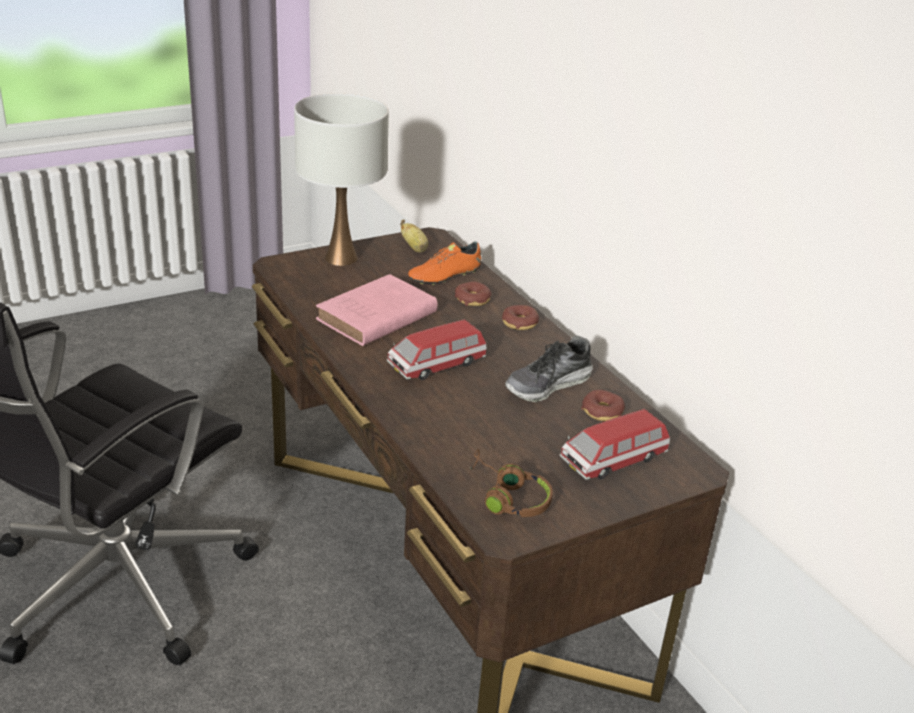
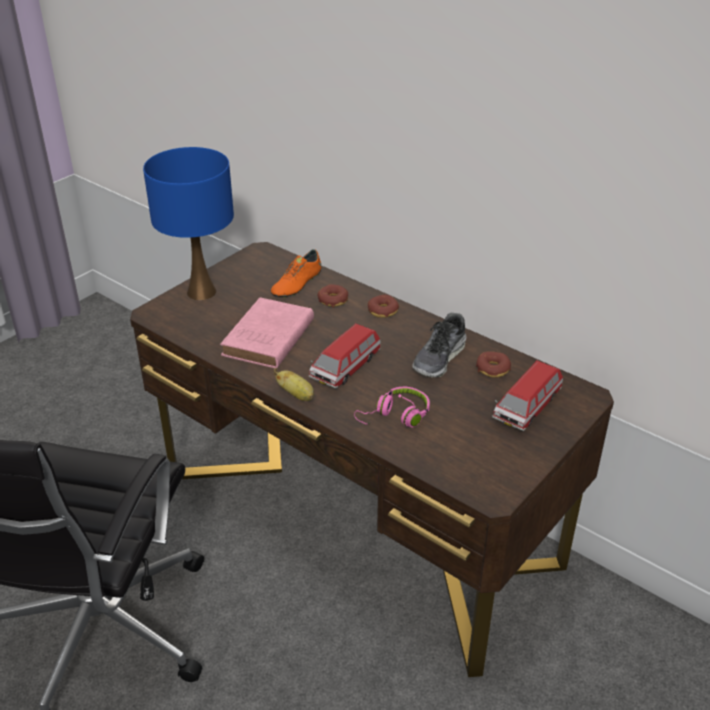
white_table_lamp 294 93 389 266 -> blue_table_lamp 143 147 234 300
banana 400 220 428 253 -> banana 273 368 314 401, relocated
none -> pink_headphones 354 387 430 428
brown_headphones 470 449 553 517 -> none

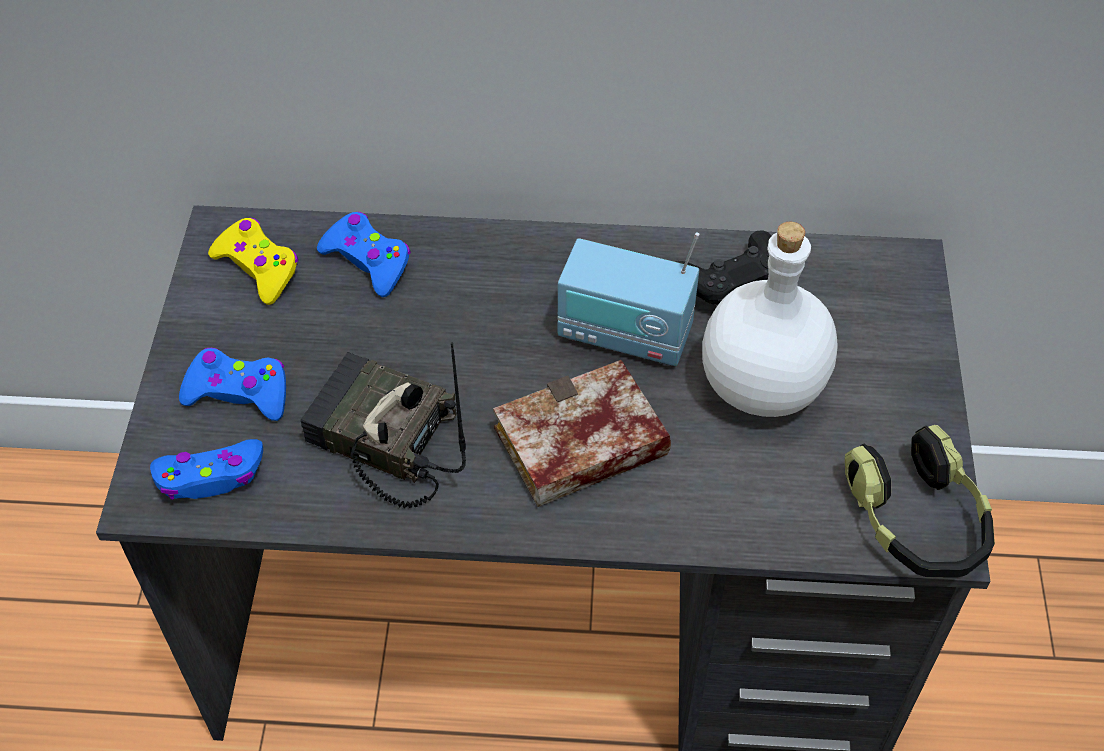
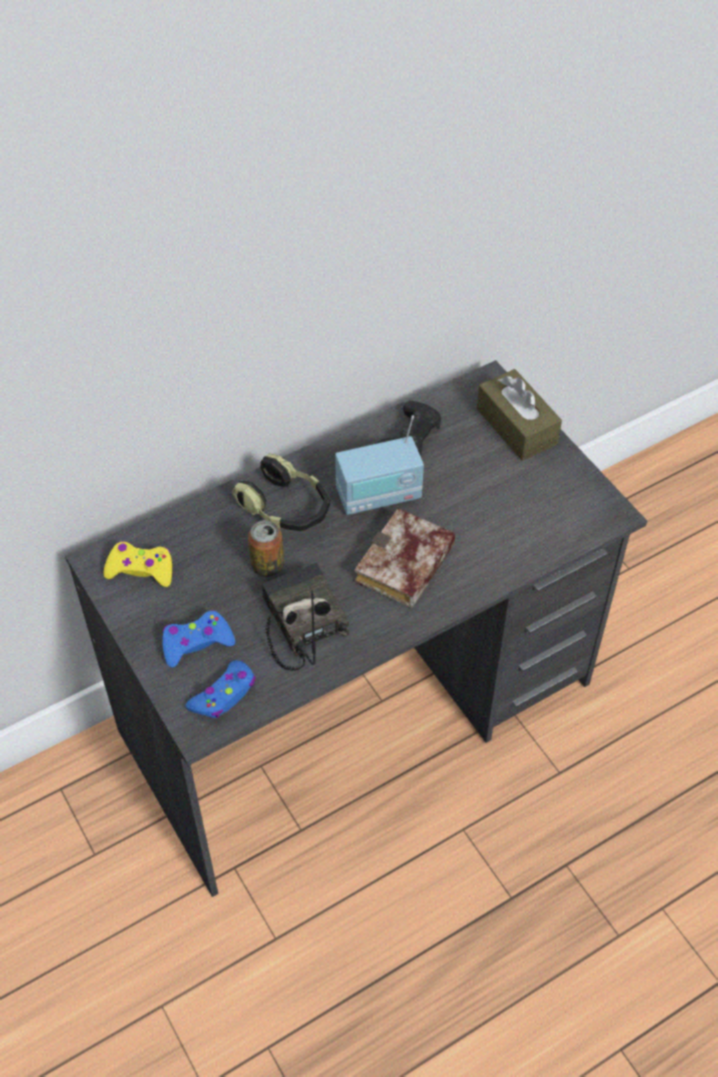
headphones 845 425 995 577 -> headphones 232 453 330 531, relocated
none -> can 248 520 284 577
radio 300 342 466 508 -> radio 262 563 349 671, 75 degrees clockwise
none -> brown_tissue_box 477 369 562 461
blue_game_controller 317 212 411 297 -> none
white_bottle 702 222 838 417 -> none

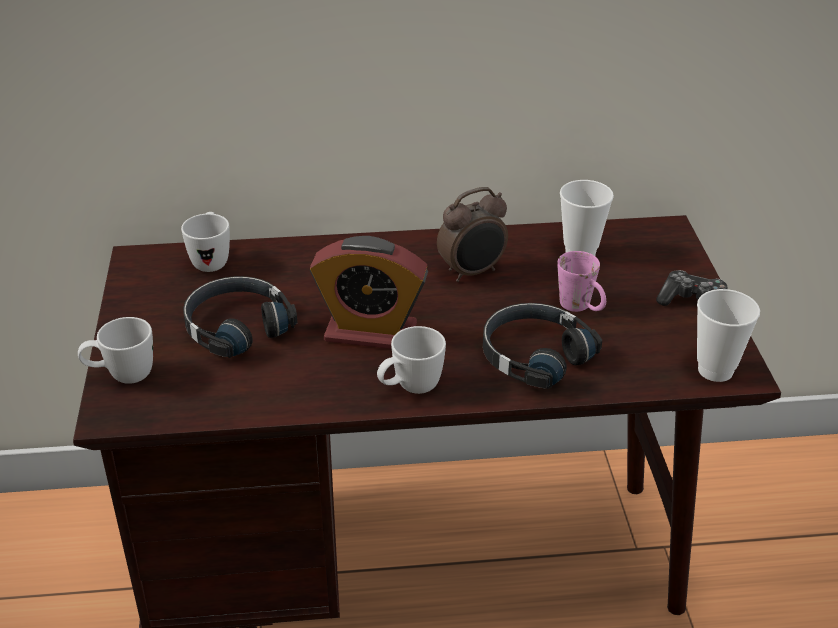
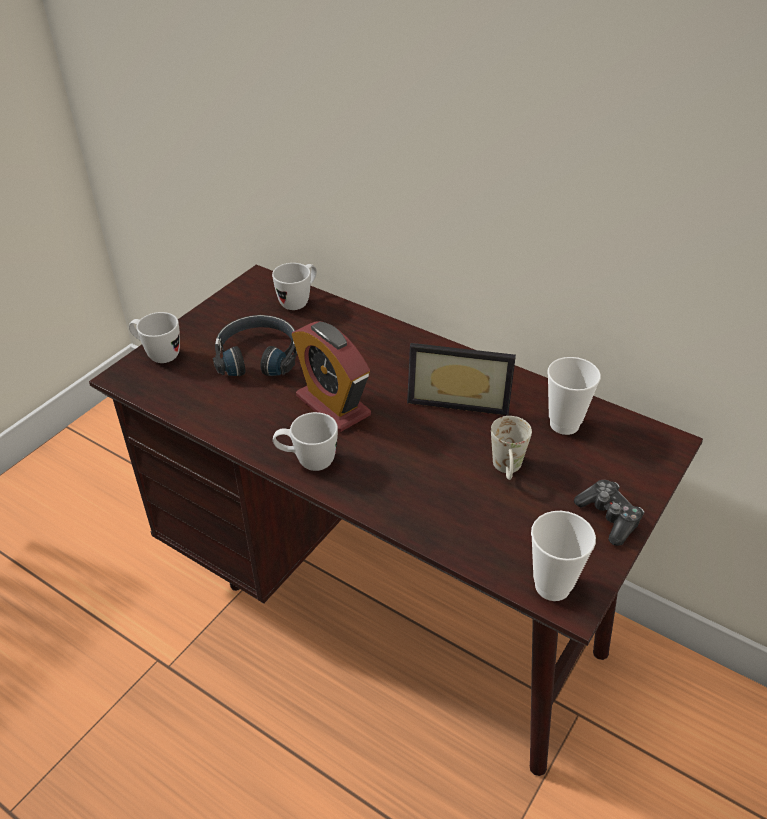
alarm_clock 437 187 508 282 -> picture_frame 407 343 516 416
pink_mug 557 251 606 312 -> white_mug 491 416 532 480
black_headphones 483 303 602 389 -> none

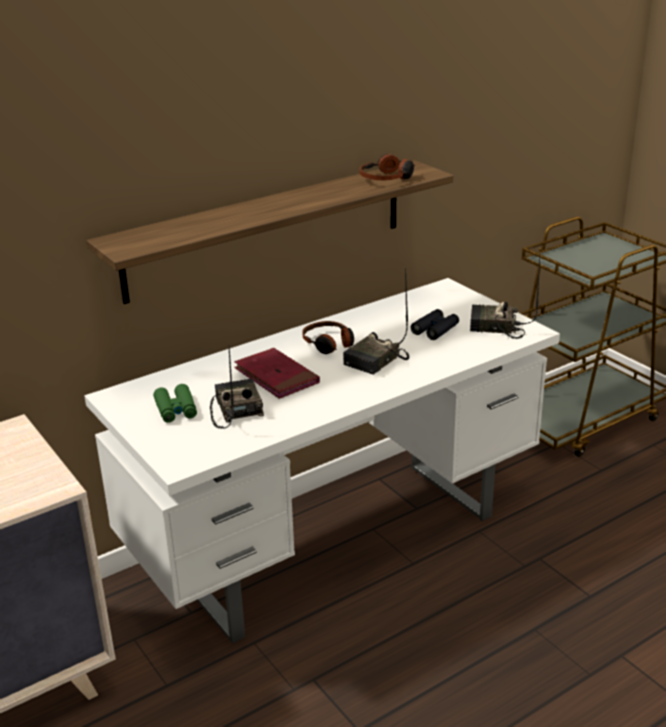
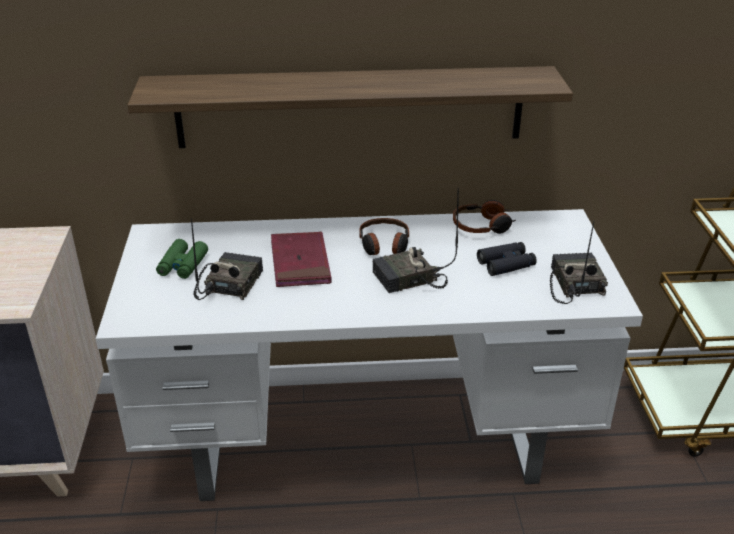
headphones 359 154 415 181 -> headphones 453 200 516 234, relocated
radio 470 254 540 339 -> radio 550 221 608 304, 45 degrees clockwise

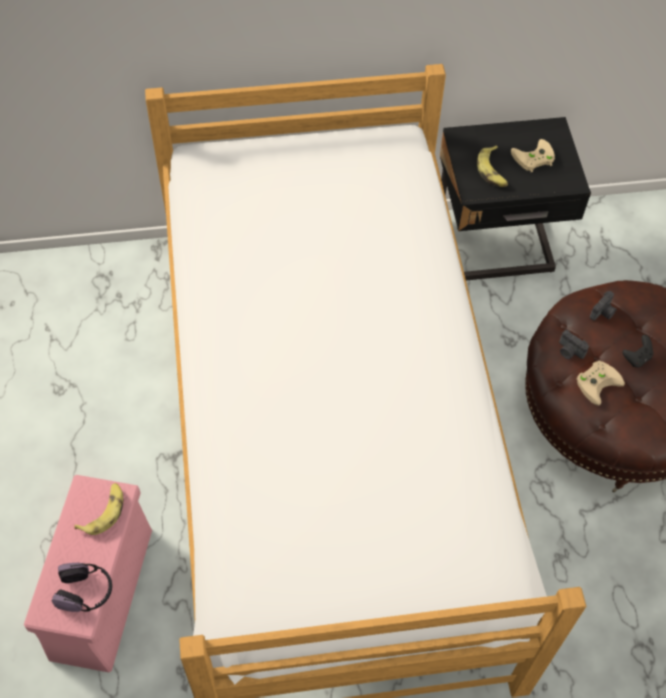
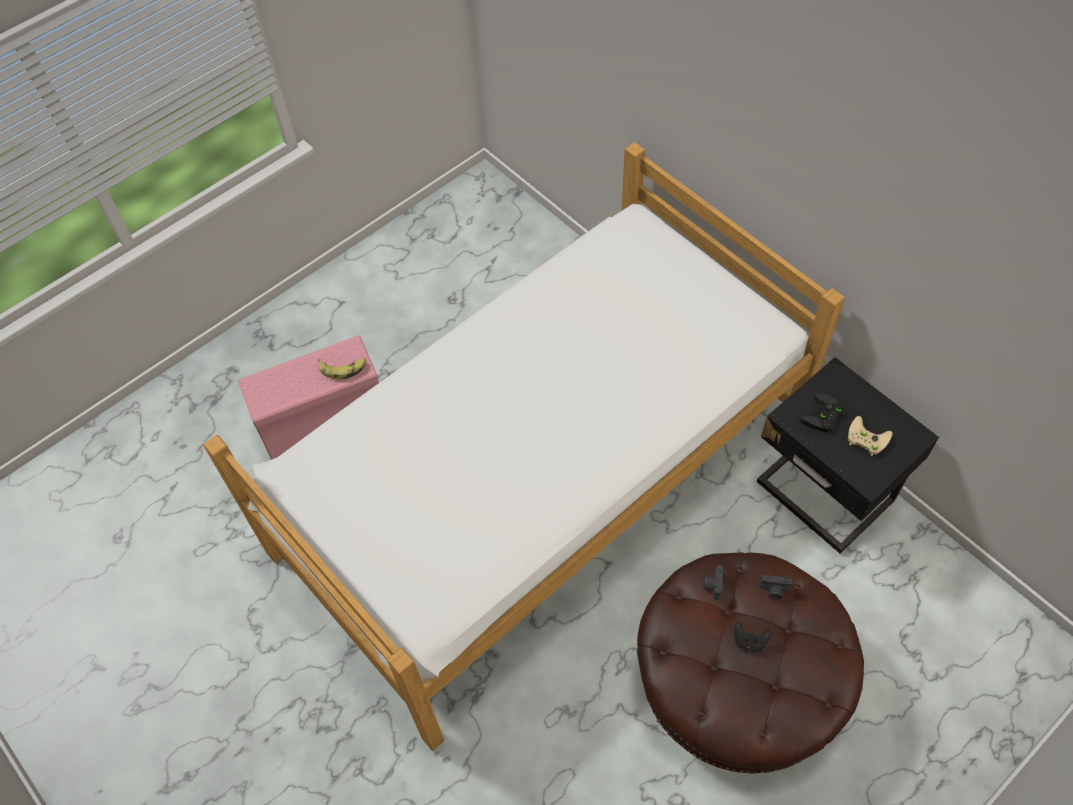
banana 477 146 508 187 -> black_game_controller 799 393 844 432
headphones 52 563 112 612 -> none
beige_game_controller 576 360 625 406 -> none

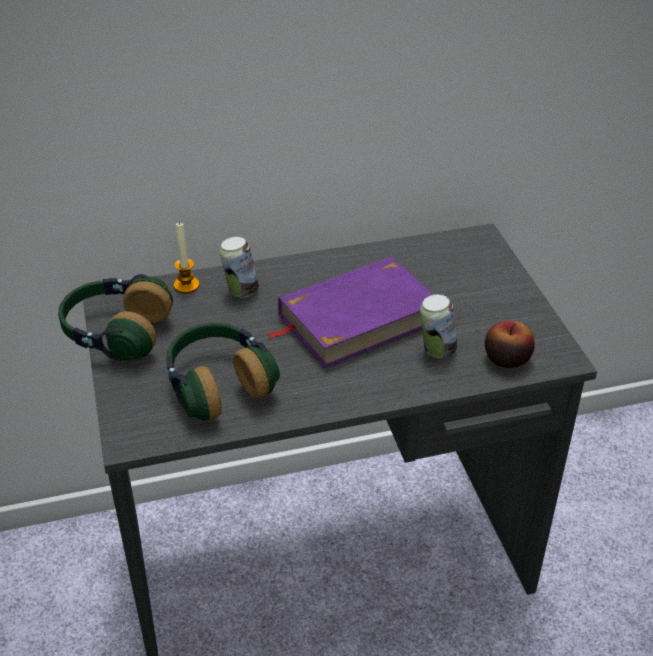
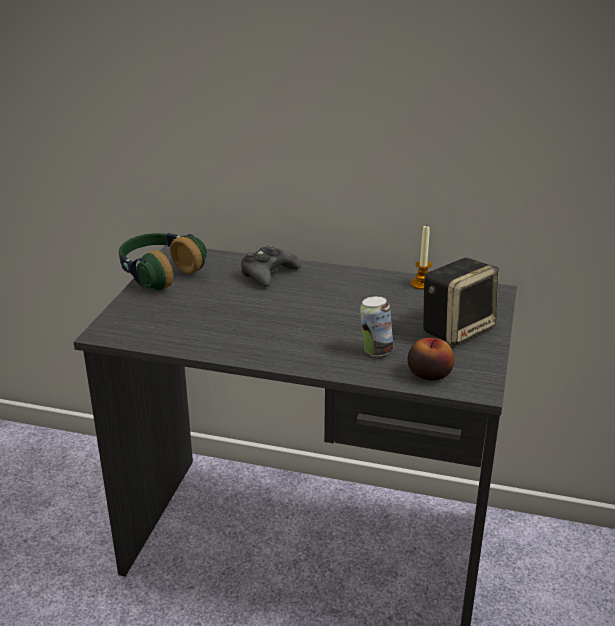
can 220 236 259 297 -> black_game_controller 241 246 301 287
candle 174 222 200 293 -> candle 411 224 432 290, relocated
none -> speaker 423 258 499 346
headphones 166 323 280 421 -> none
purple_book 267 257 434 368 -> none

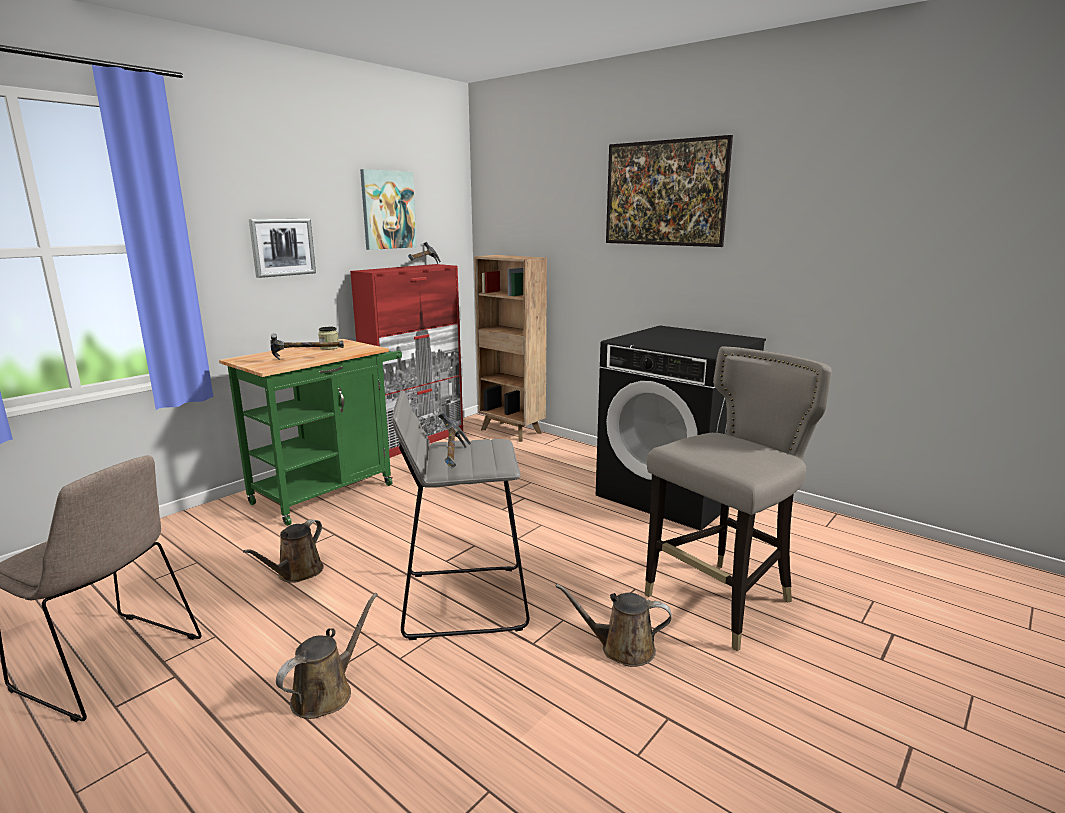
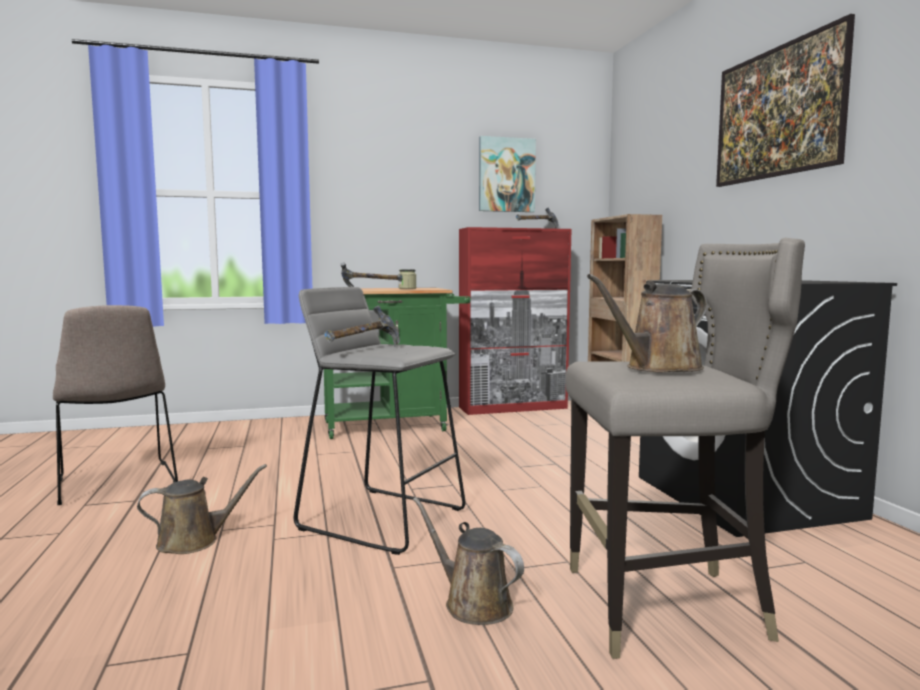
brown_watering_can 243 519 324 583 -> brown_watering_can 587 274 707 373, relocated
picture 249 219 316 278 -> none

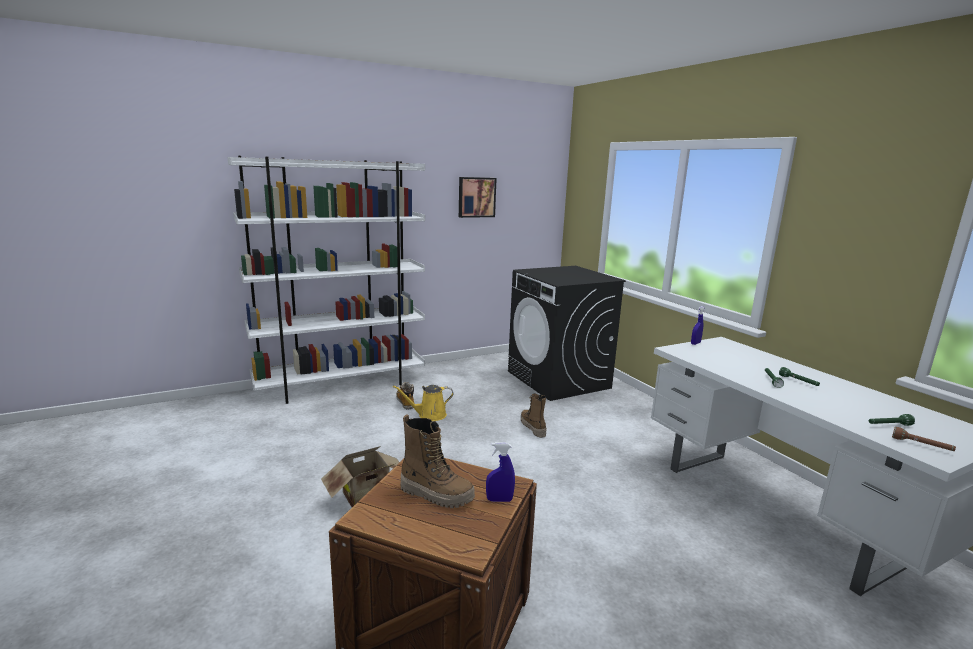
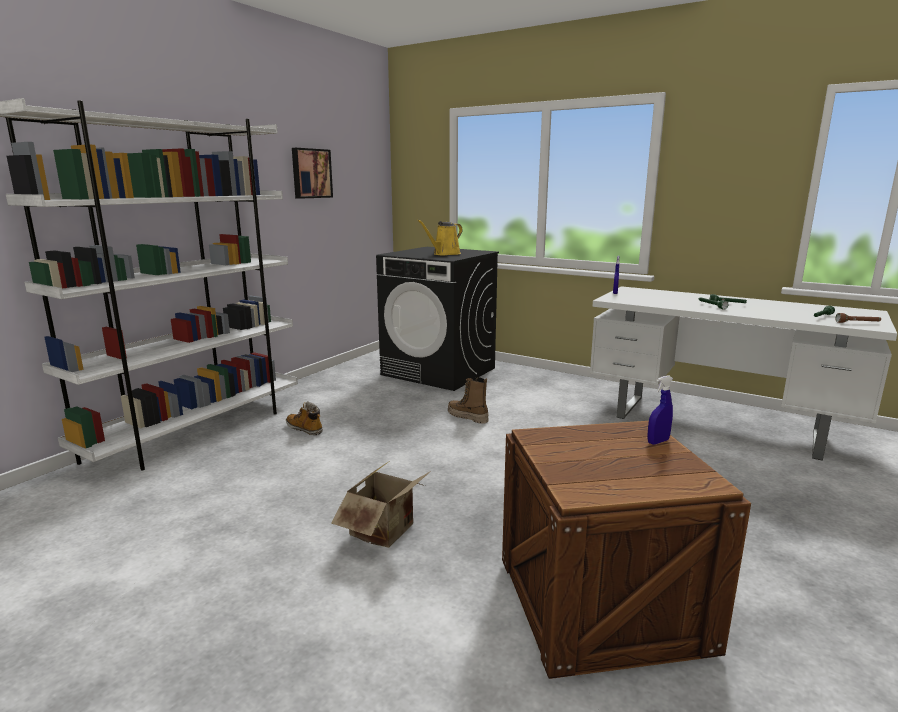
yellow_watering_can 393 385 454 421 -> yellow_watering_can 417 220 462 255, relocated
boot 400 414 475 508 -> none

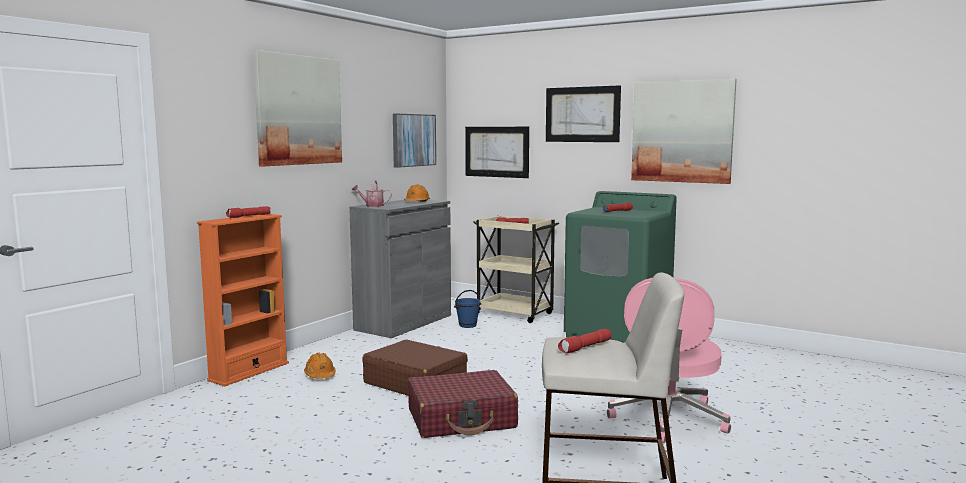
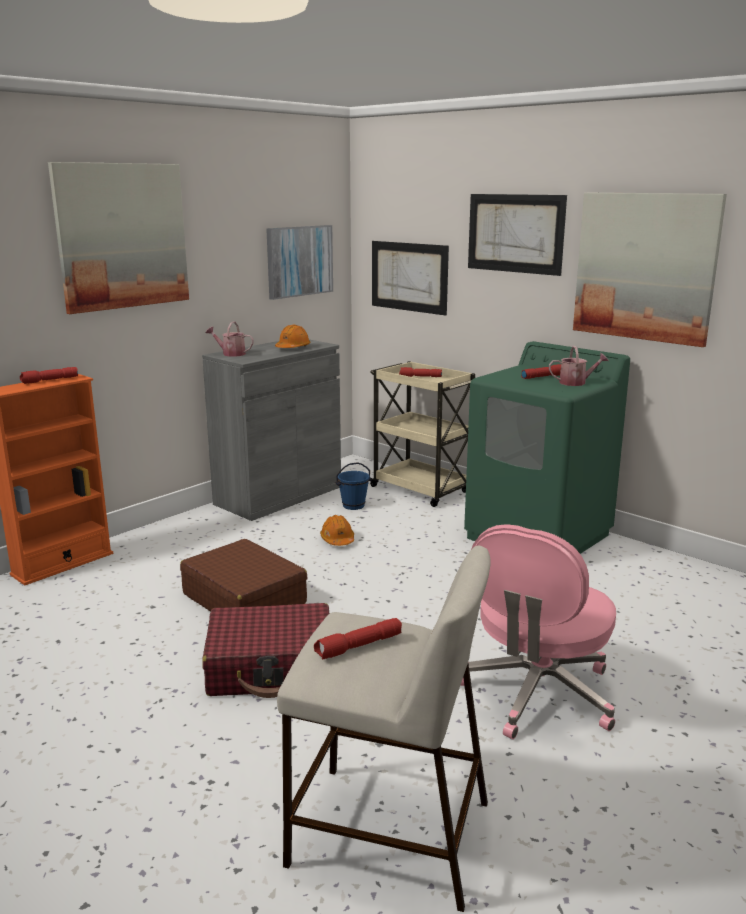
orange_hard_hat 304 353 336 379 -> orange_hard_hat 320 515 354 546, relocated
none -> watering_can 549 346 609 386

